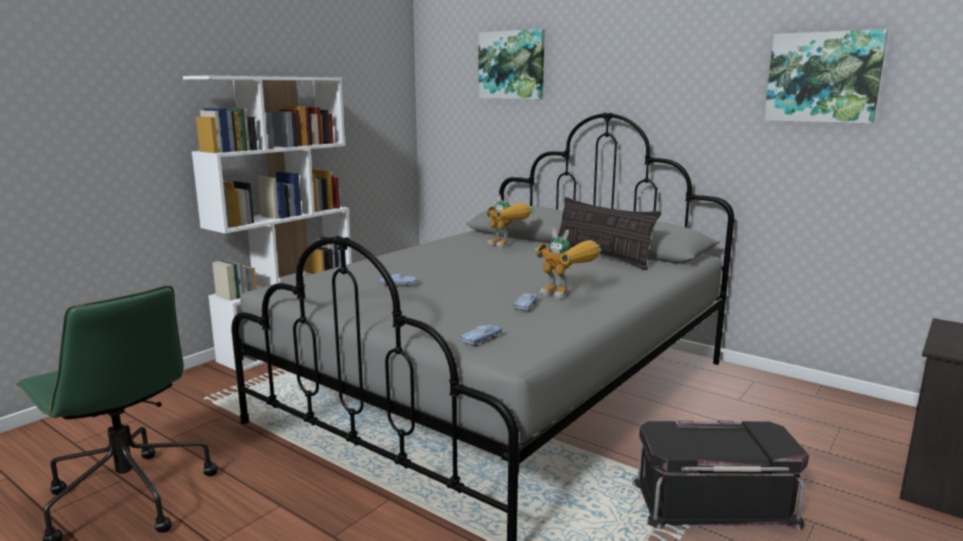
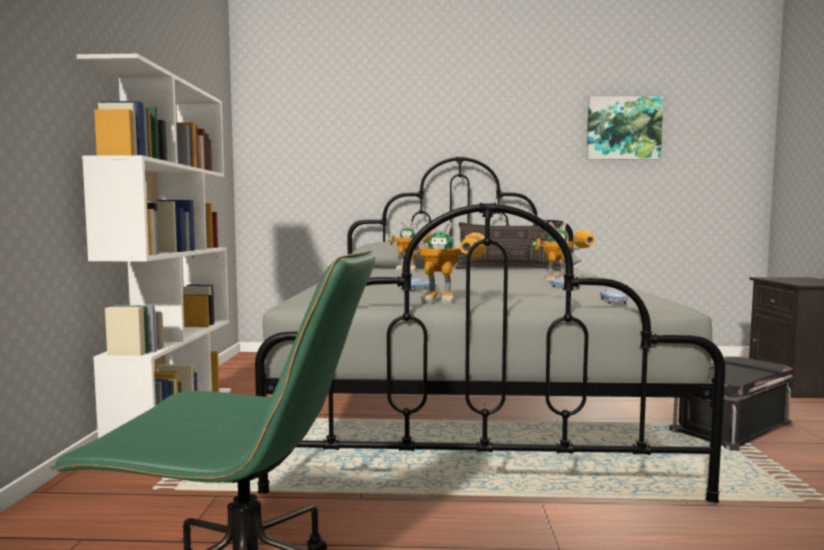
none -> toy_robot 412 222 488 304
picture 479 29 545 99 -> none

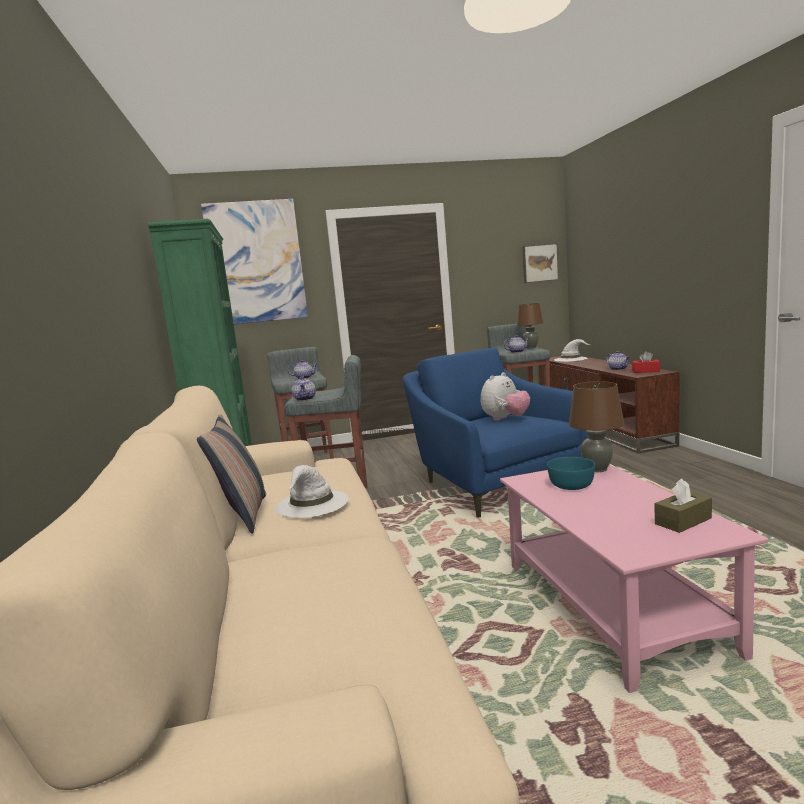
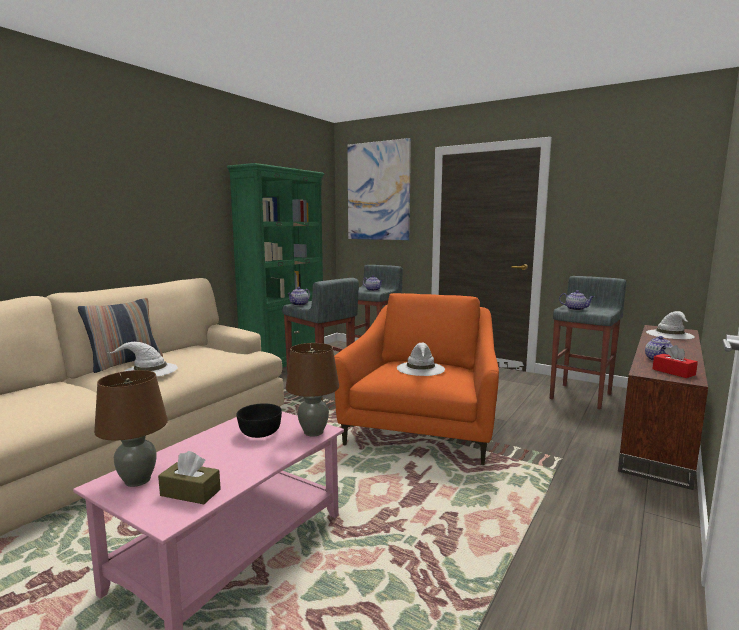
brown_table_lamp 517 303 543 348 -> brown_table_lamp 94 370 168 487, relocated
turquoise_bowl 547 457 595 490 -> black_bowl 237 403 282 438
blue_armchair 403 348 588 518 -> orange_armchair 334 293 499 465
plush_toy 481 372 530 421 -> white_hat 397 343 445 376
picture 522 243 559 283 -> none

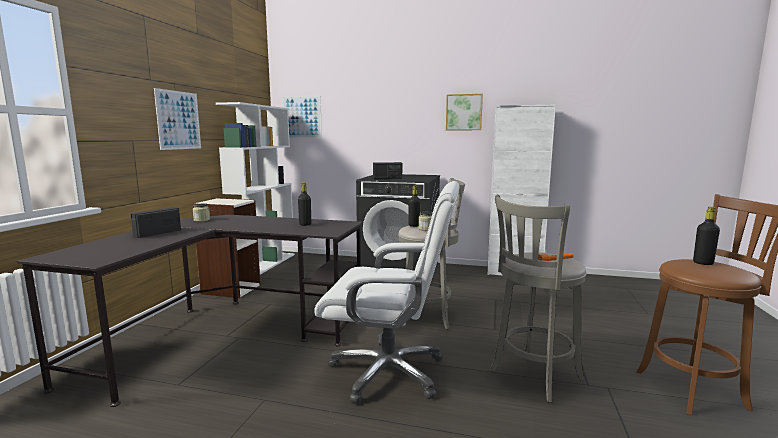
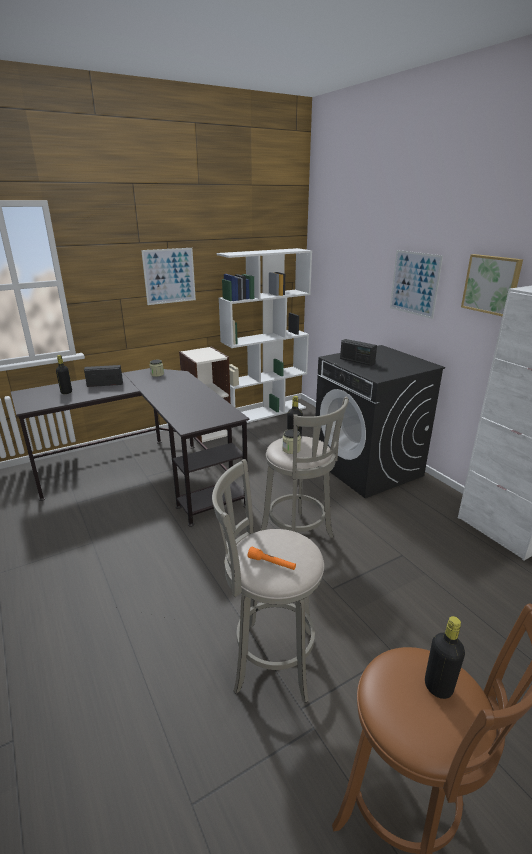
black_bottle 298 182 311 226 -> black_bottle 56 355 72 394, relocated
picture 282 95 322 138 -> picture 390 250 443 319, relocated
white_office_chair 314 181 460 404 -> none

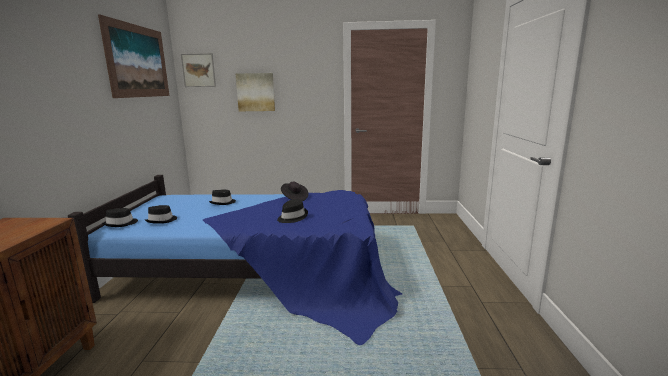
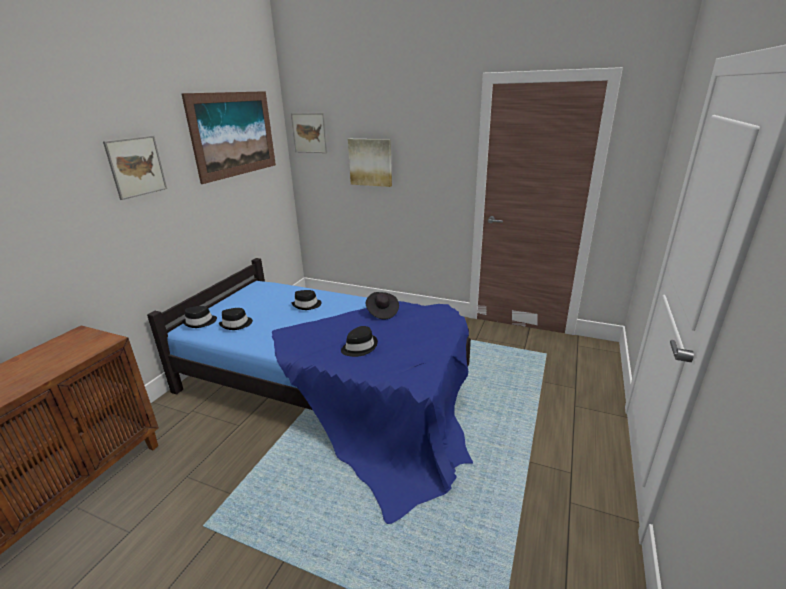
none -> picture 103 135 167 200

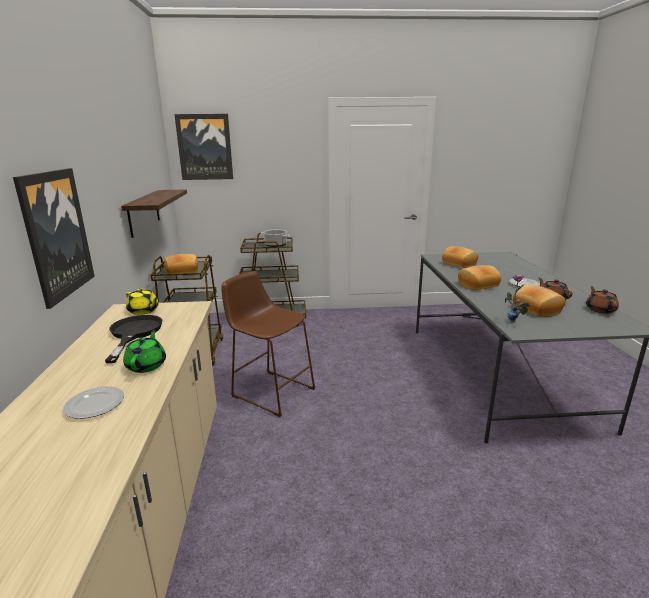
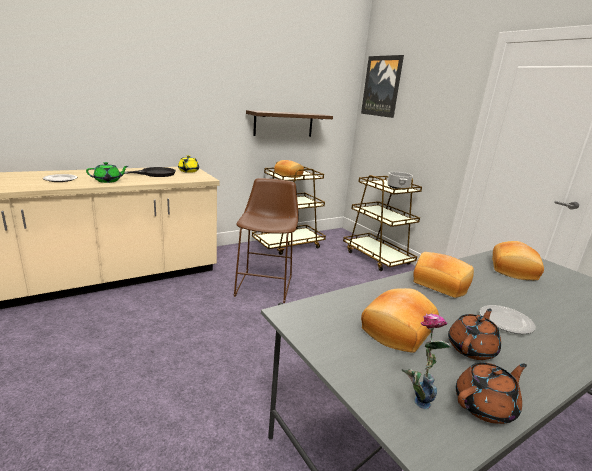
vase 505 275 530 323 -> vase 402 313 451 409, relocated
picture 13 168 95 309 -> none

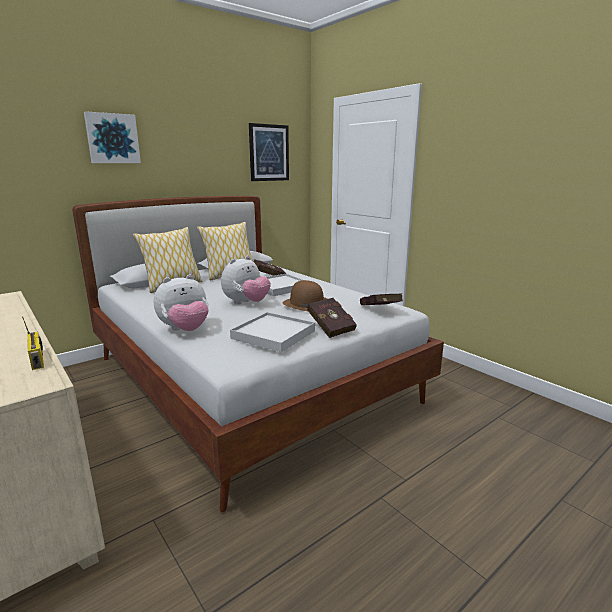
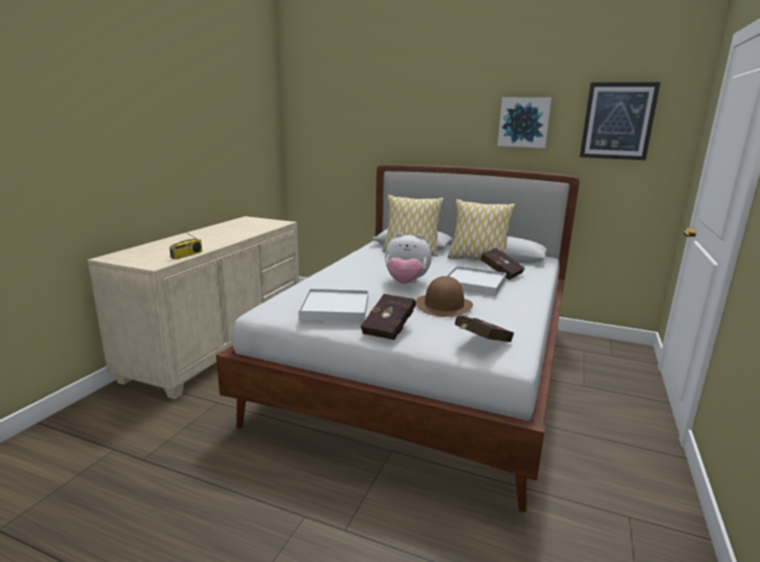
picture 84 111 141 163 -> picture 497 97 552 148, relocated
plush_toy 154 274 209 331 -> none

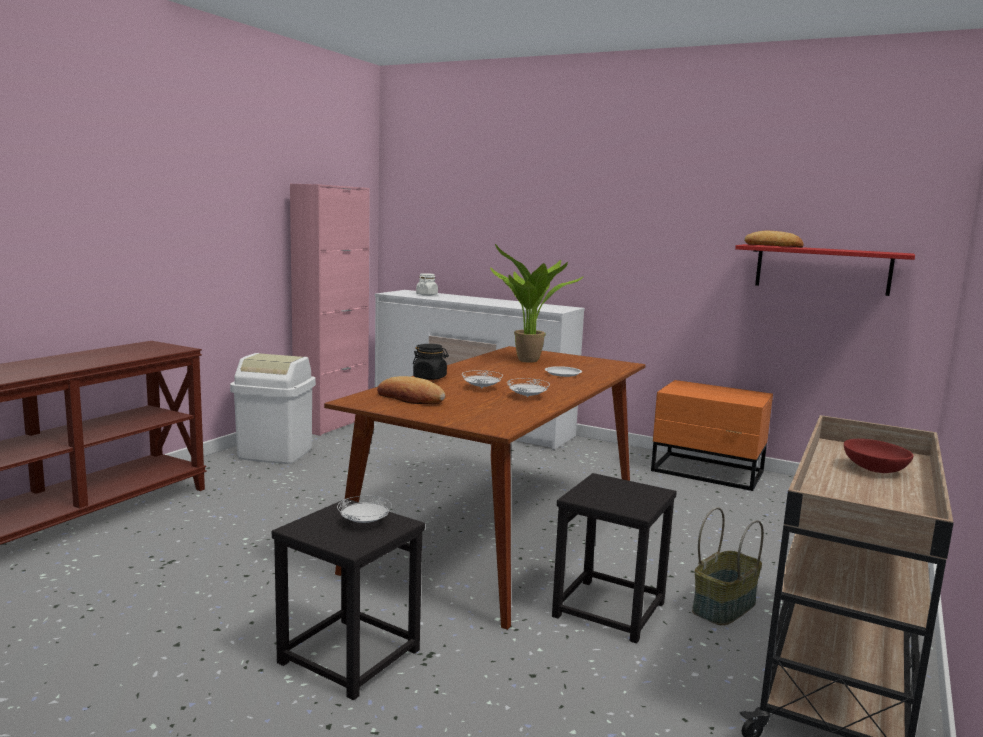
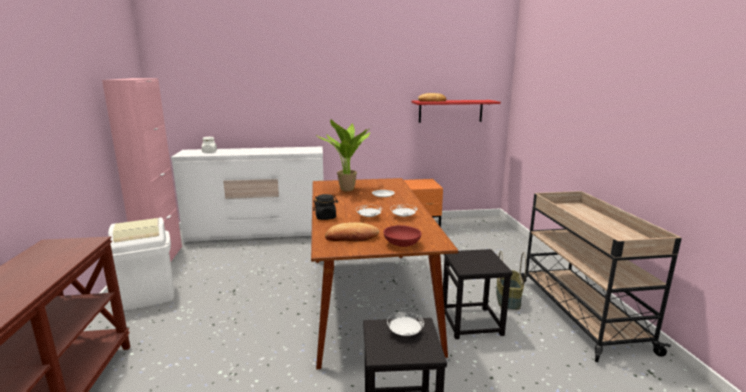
red_bowl 844 439 914 473 -> red_bowl 383 225 422 247, relocated

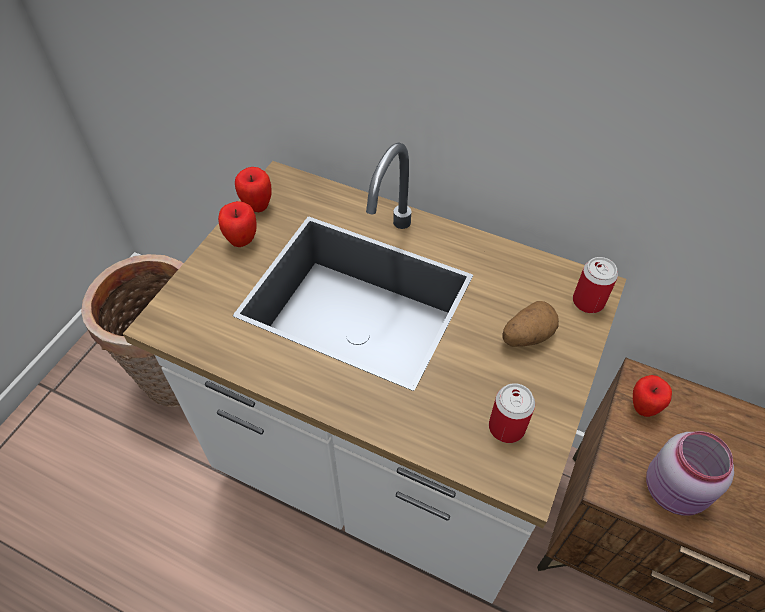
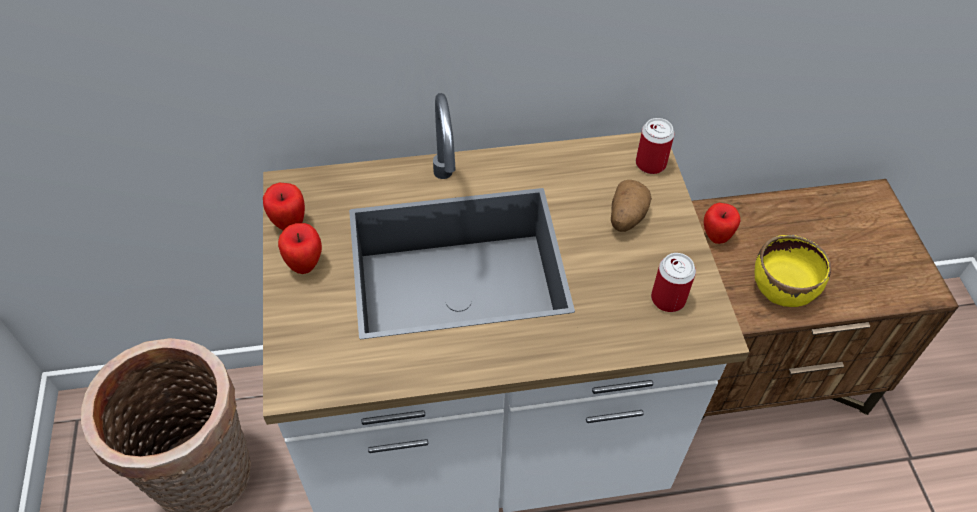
pink_jar 646 431 734 515 -> yellow_bowl 755 235 831 307

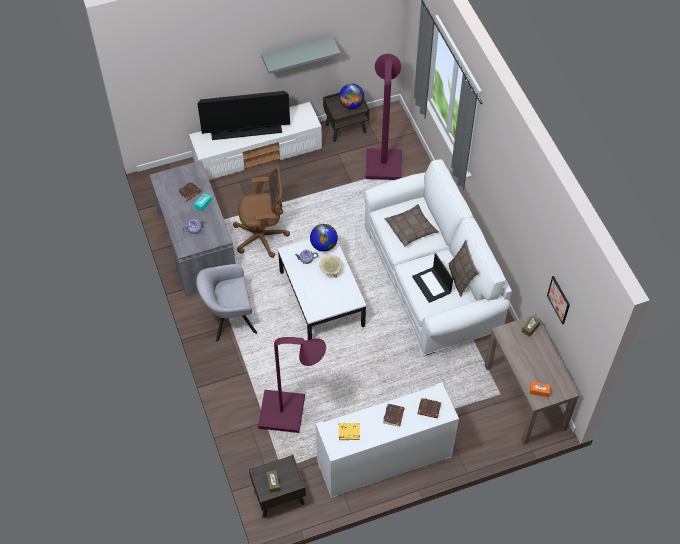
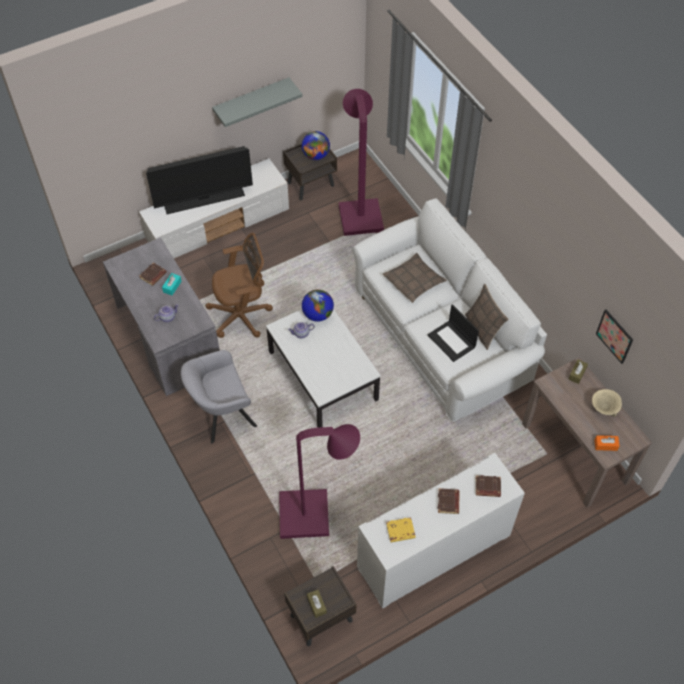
beige_bowl 319 255 342 278 -> beige_bowl 592 389 622 417, relocated

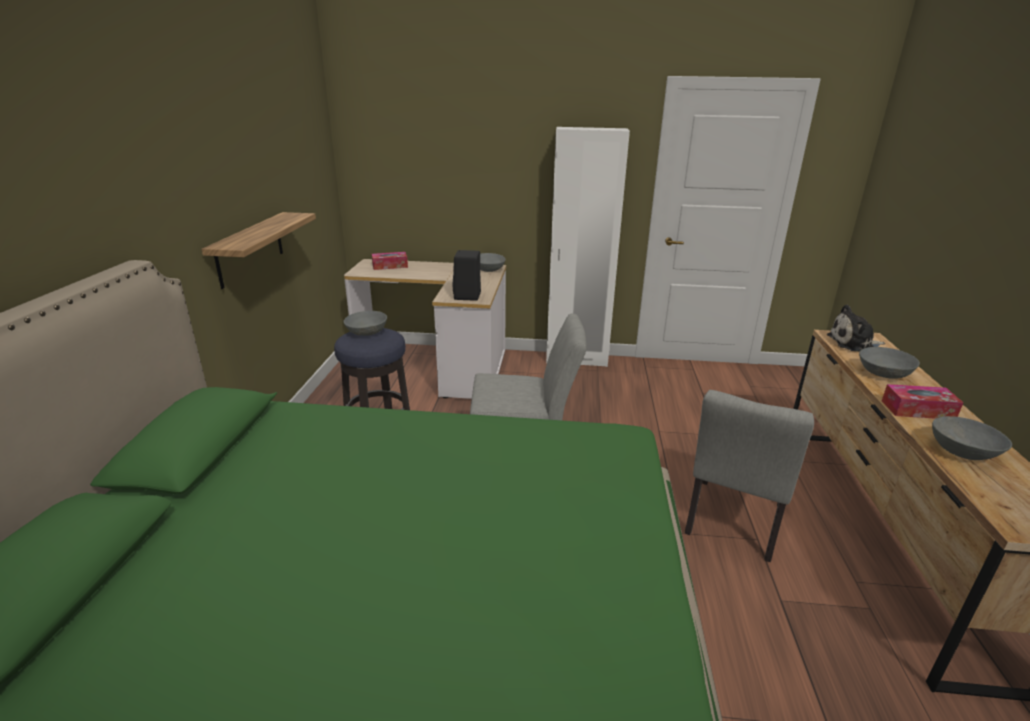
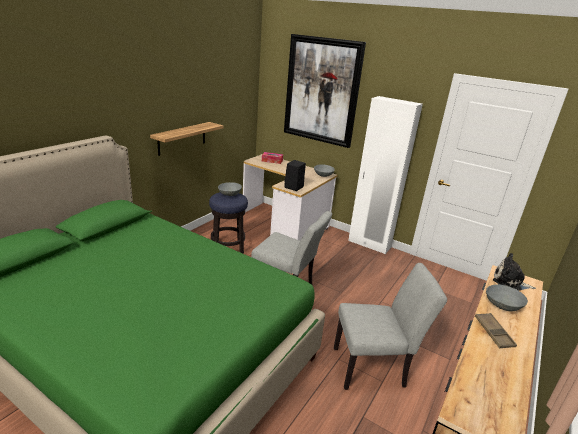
none -> picture 284 34 366 148
grey_chair 685 390 814 562 -> grey_chair 334 263 447 390, 150 degrees counterclockwise
tissue_box 882 384 964 419 -> brown_tray 475 313 517 348
grey_bowl 932 416 1012 460 -> none

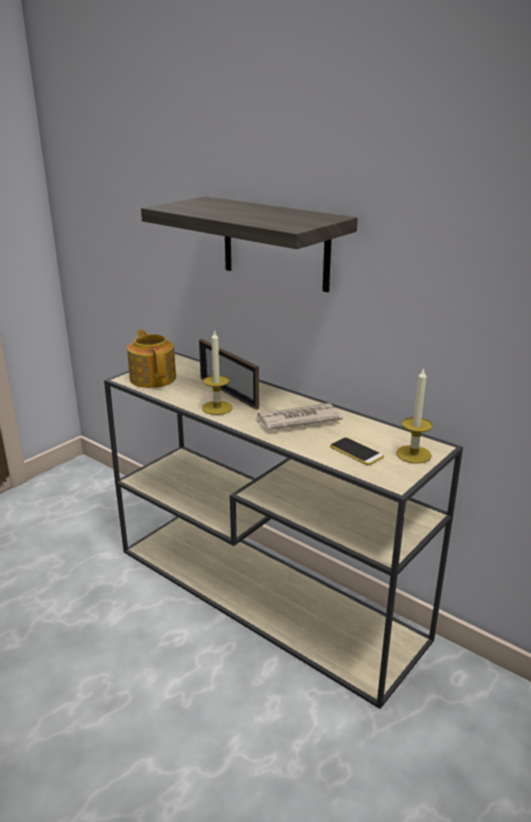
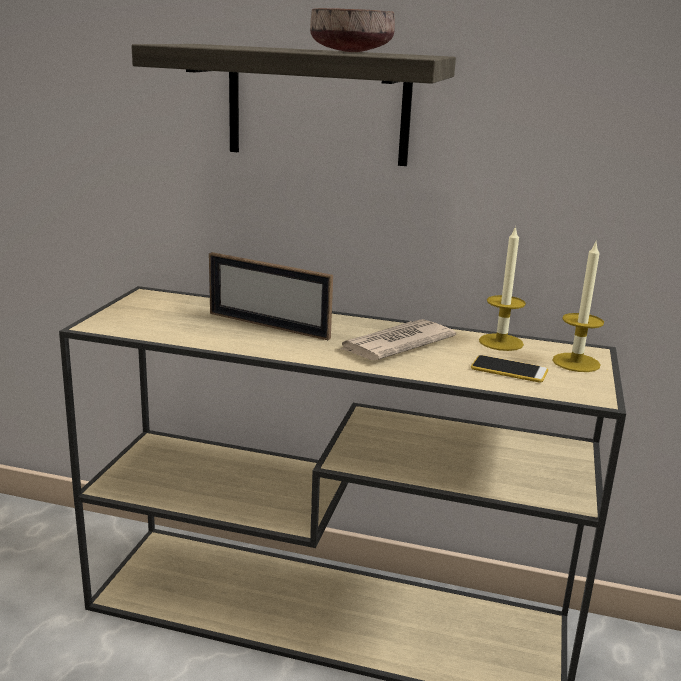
none -> brown_bowl 310 8 395 52
candle 202 329 233 415 -> candle 479 225 526 351, relocated
teapot 127 329 176 388 -> none

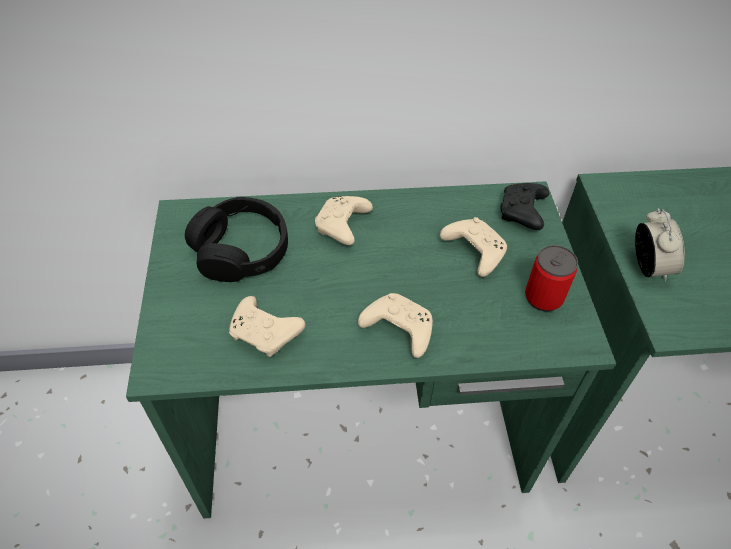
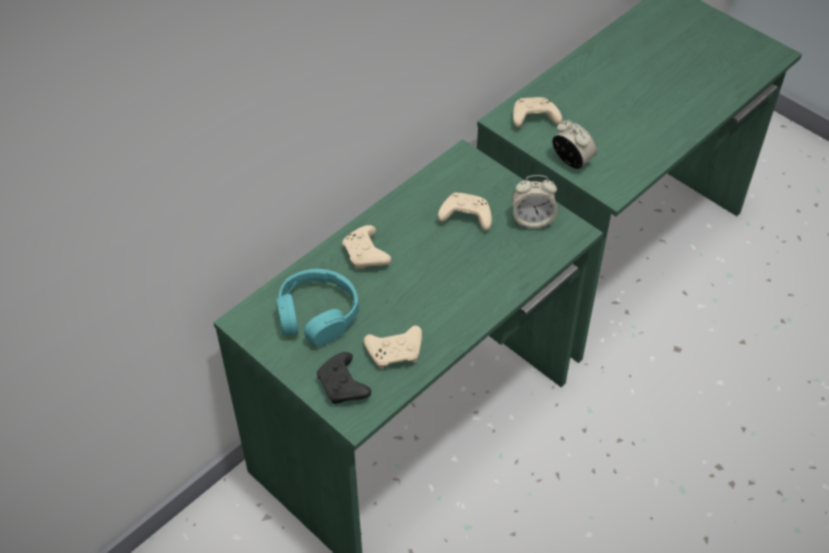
black_headphones 185 197 288 282 -> turquoise_headphones 276 269 359 346
black_game_controller 501 183 549 230 -> black_game_controller 317 352 371 404, relocated
can 525 245 578 312 -> alarm_clock 512 175 557 228
beige_game_controller 358 293 433 358 -> beige_game_controller 513 97 562 127, relocated

